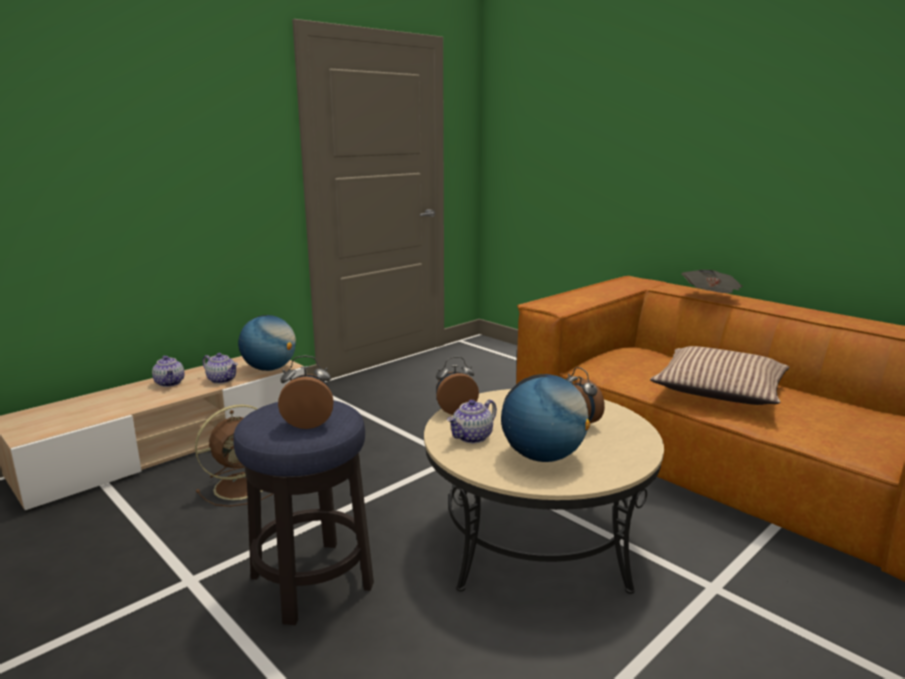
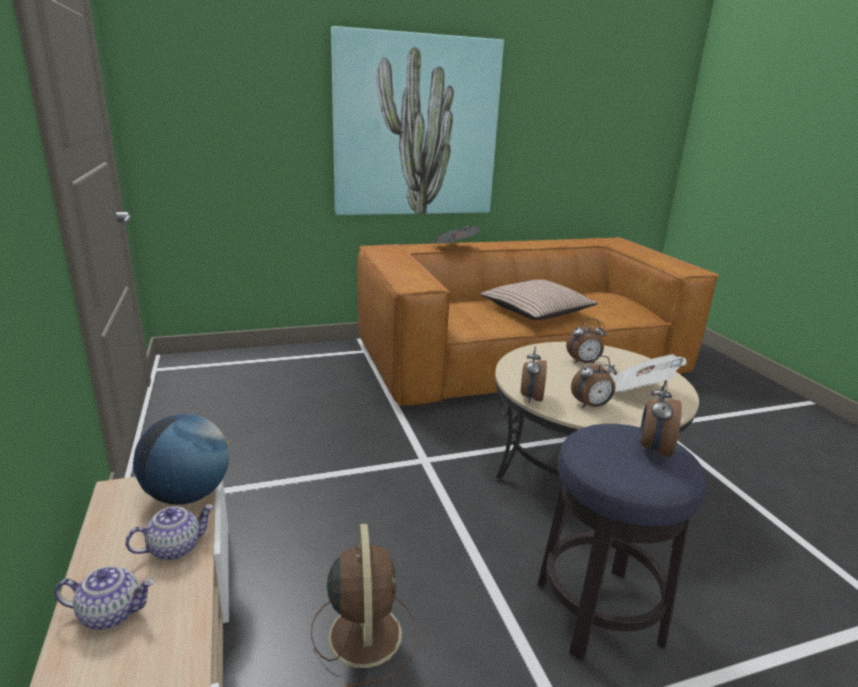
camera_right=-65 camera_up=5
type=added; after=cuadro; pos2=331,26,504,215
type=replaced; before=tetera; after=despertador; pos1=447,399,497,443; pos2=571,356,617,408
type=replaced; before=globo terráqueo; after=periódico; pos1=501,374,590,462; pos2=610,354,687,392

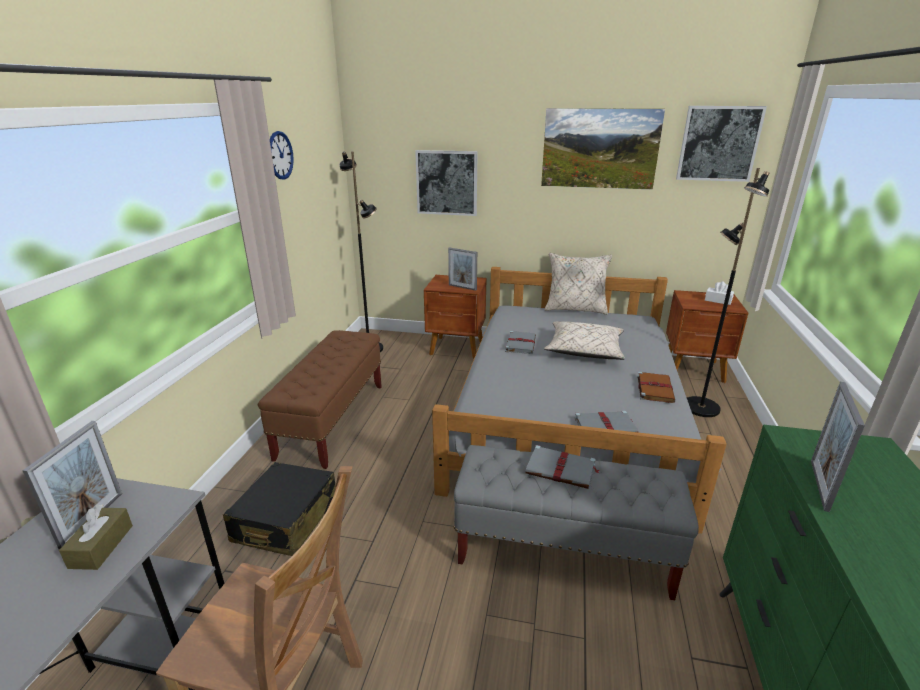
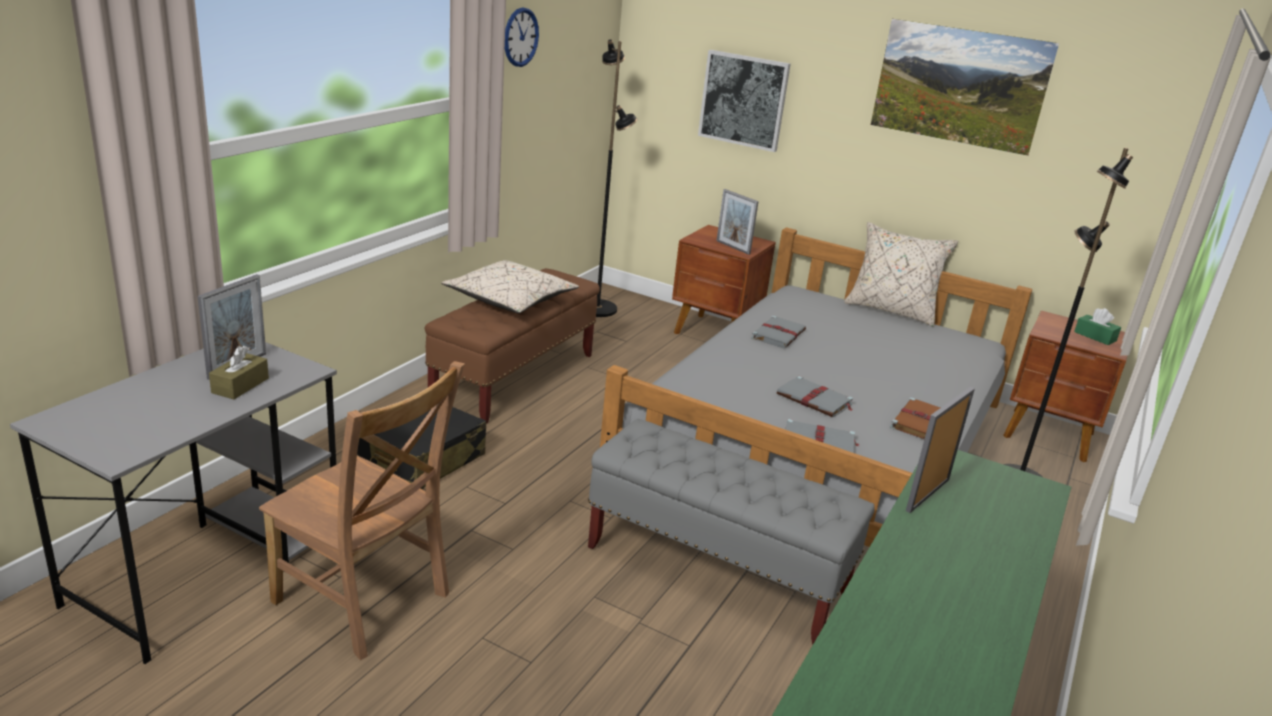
camera_right=15 camera_up=0
type=removed; before=cuadro; pos1=676,106,767,182
type=moved; before=libro (gris); pos1=525,445,600,489; pos2=777,376,854,417
type=moved; before=cojín (beis); pos1=544,322,625,360; pos2=441,260,579,313
type=recoloured; before=caja de pañuelos (blanco); after=caja de pañuelos (verde); pos1=705,281,734,305; pos2=1074,308,1121,345

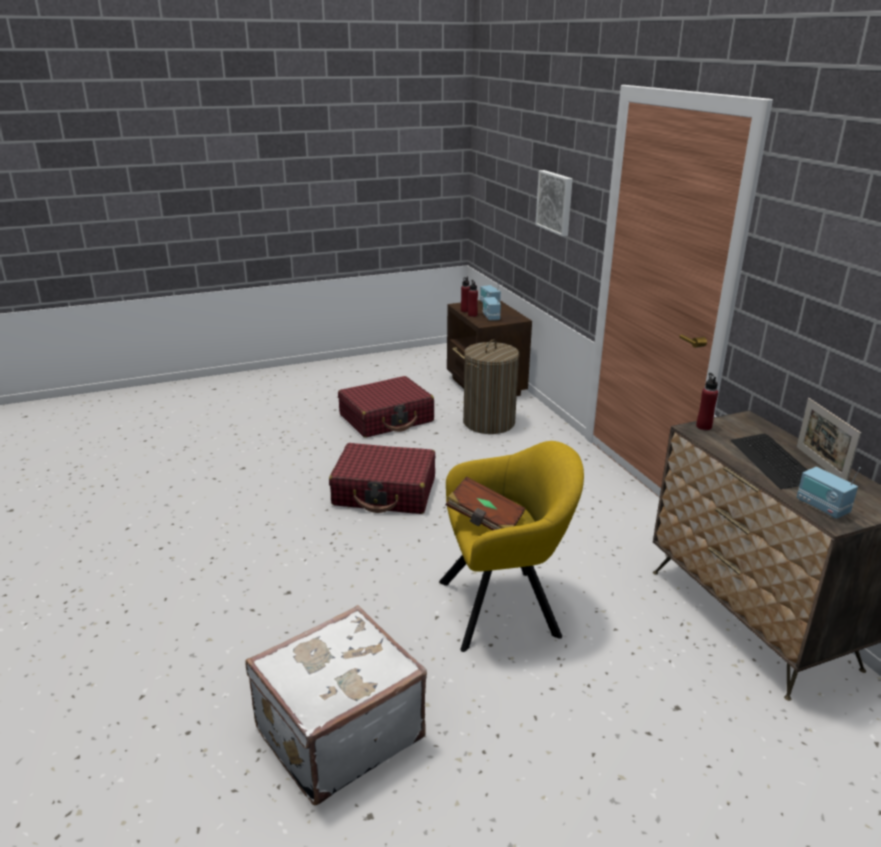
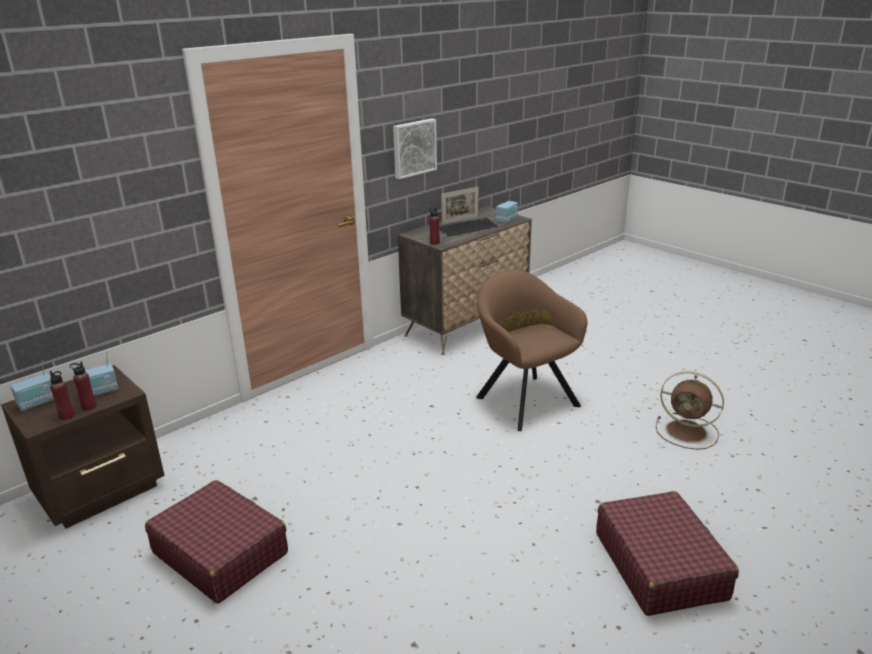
camera_right=-110 camera_up=0
type=removed; before=libro (marrón); pos1=446,477,525,531
type=removed; before=cesto de la ropa; pos1=463,339,519,434
type=moved; before=maleta (rojo); pos1=329,443,435,514; pos2=596,491,739,616
type=moved; before=cuadro; pos1=535,170,573,236; pos2=393,118,437,179
type=replaced; before=maleta (blanco); after=ventilador (marrón); pos1=245,605,427,806; pos2=656,371,724,450
type=recoloured; before=sillón (amarillo); after=sillón (marrón); pos1=439,441,584,652; pos2=476,270,587,431

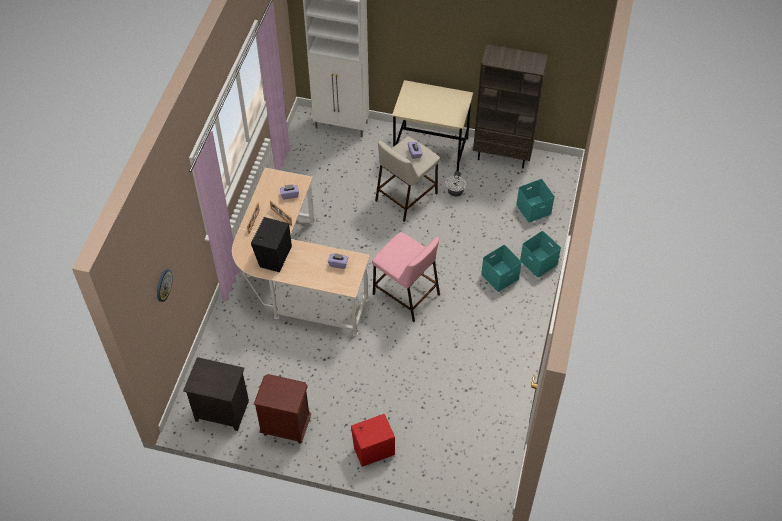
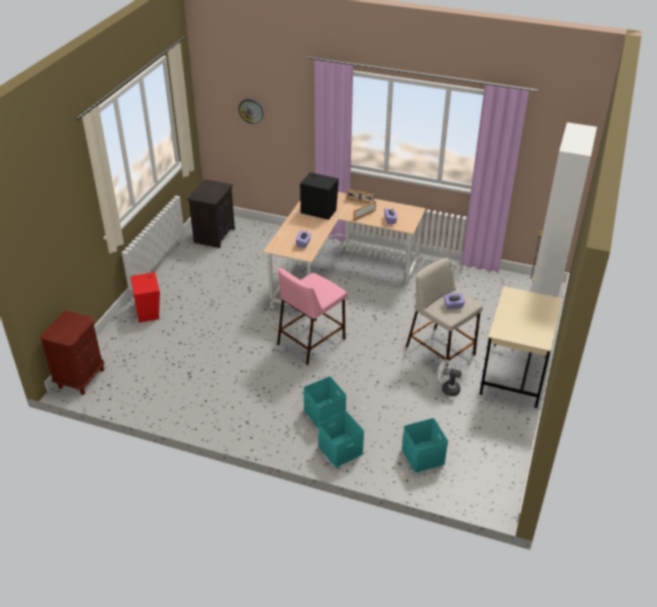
camera_right=95 camera_up=-15
type=removed; before=estantería (marrón); pos1=473,44,548,168
type=moved; before=mesita de noche (marrón); pos1=254,374,311,444; pos2=40,310,105,395

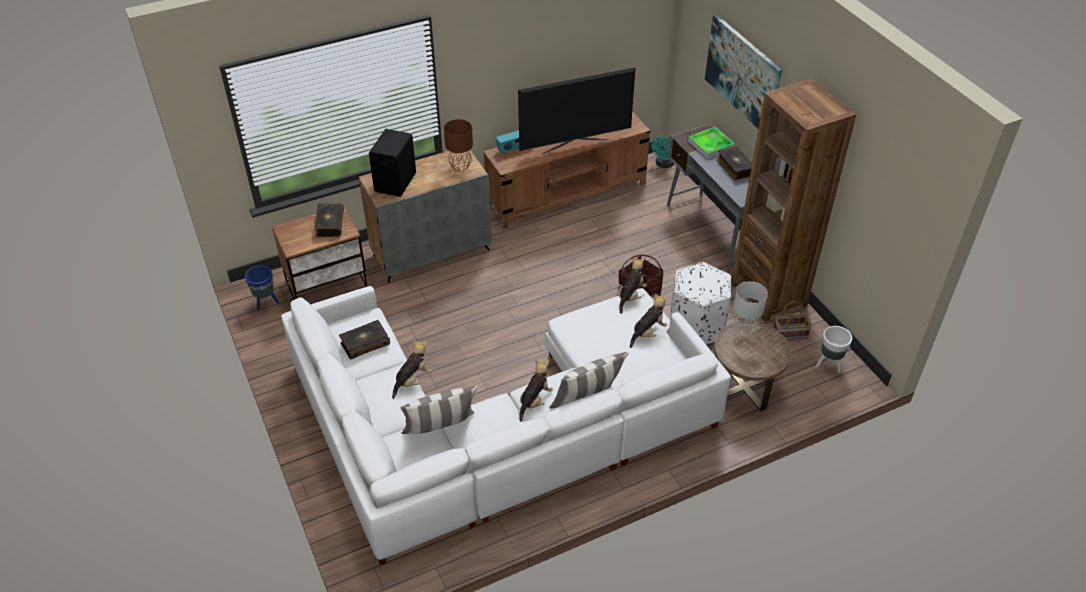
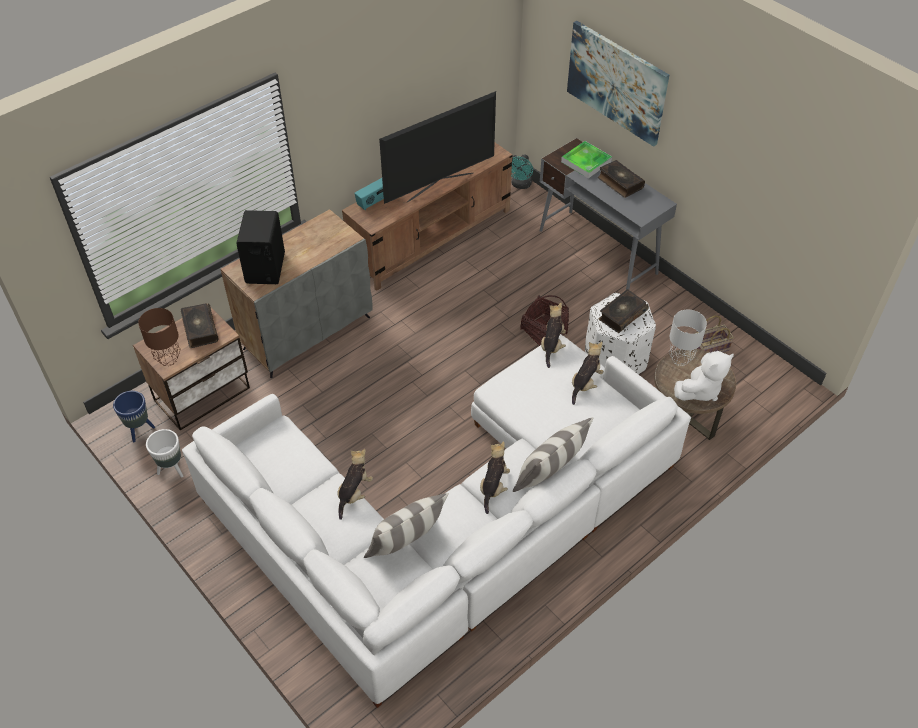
camera_right=-15 camera_up=5
type=removed; before=estantería (marrón); pos1=731,79,856,322
type=added; after=peluche (blanco); pos2=674,351,734,401
type=moved; before=libro; pos1=339,320,390,360; pos2=599,289,649,333
type=moved; before=lámpara de mesa (marrón); pos1=444,119,473,172; pos2=138,308,181,366
type=moved; before=maceta (blanco); pos1=816,326,852,373; pos2=146,429,183,477

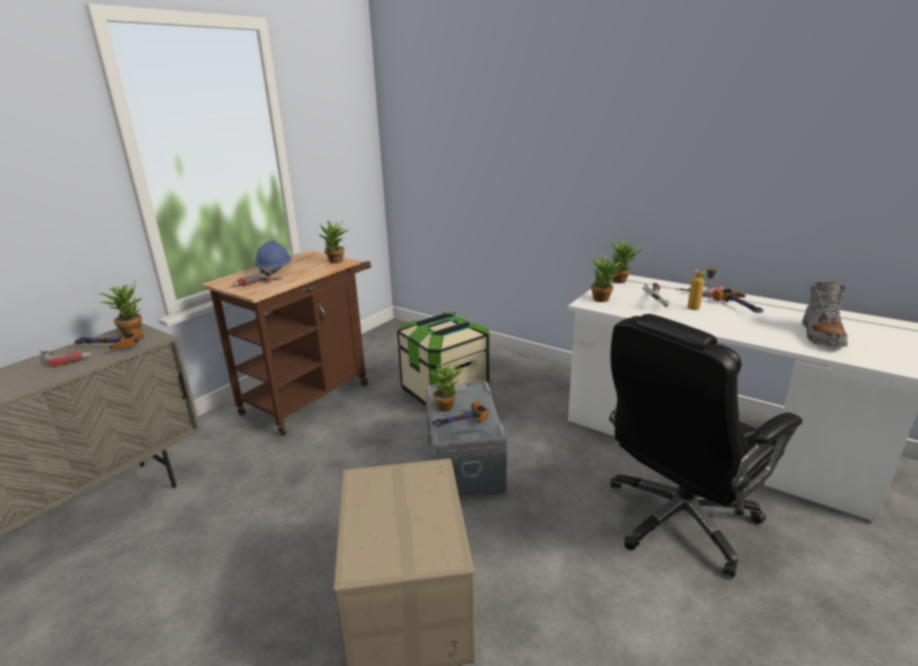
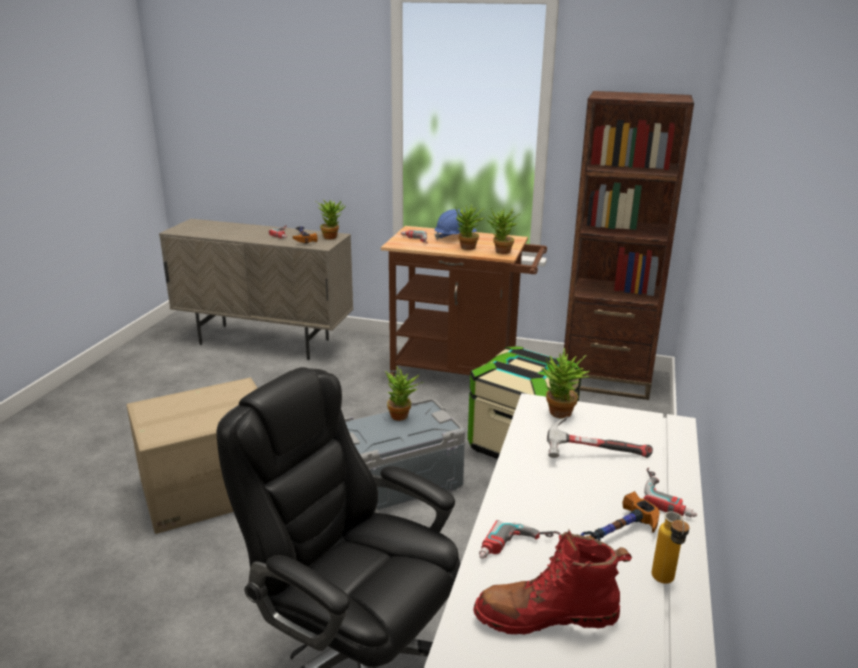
camera_right=70 camera_up=0
type=removed; before=martillo; pos1=432,401,489,426
type=added; after=taladro; pos2=479,520,561,559
type=added; after=estantería (marrón); pos2=564,91,694,400
type=moved; before=planta en maceta; pos1=610,239,642,283; pos2=455,204,484,250
type=moved; before=botella; pos1=688,264,718,310; pos2=651,511,690,584
type=recoloured; before=bota (gris); after=bota (rojo); pos1=802,282,848,347; pos2=473,529,632,635

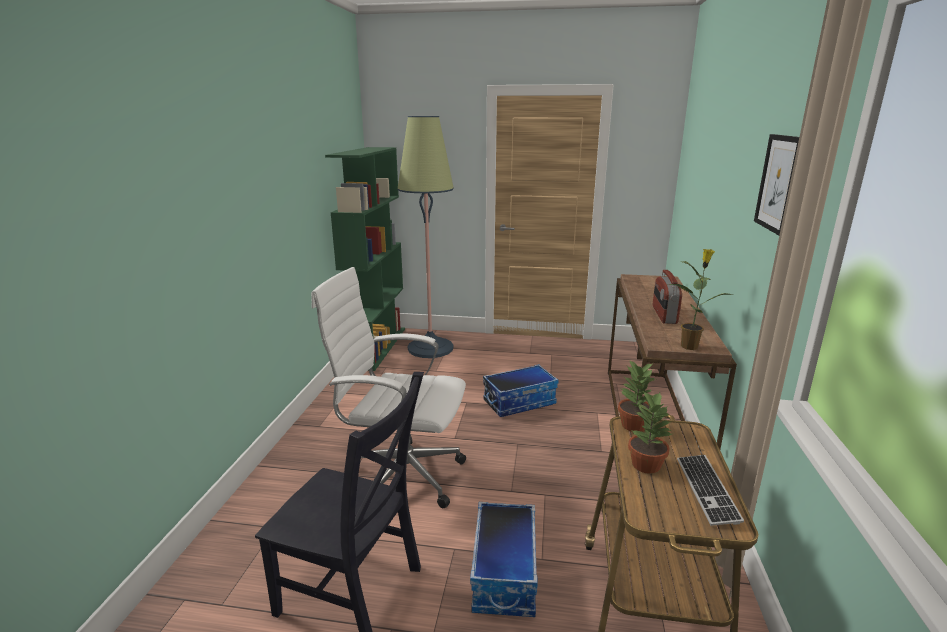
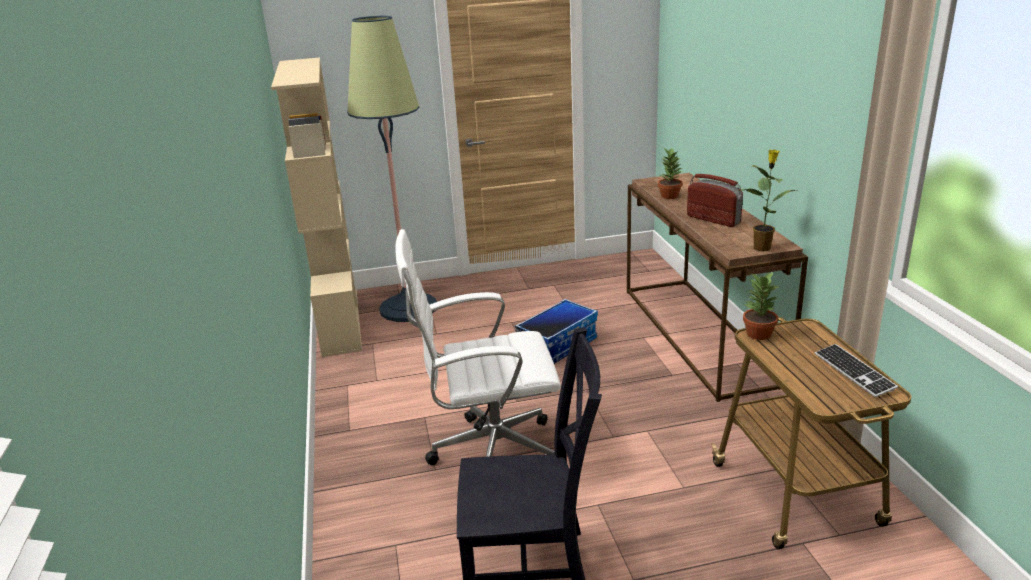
camera_right=-20 camera_up=5
type=removed; before=caja de almacenaje; pos1=470,502,538,617
type=removed; before=cuadro; pos1=754,134,799,235
type=moved; before=planta en maceta; pos1=628,391,672,474; pos2=658,147,683,199
type=recoloured; before=estantería (verde); after=estantería (beis); pos1=325,147,405,371; pos2=271,57,362,357
type=turned; before=radio; pos1=653,270,682,324; pos2=687,174,743,227; turn=150

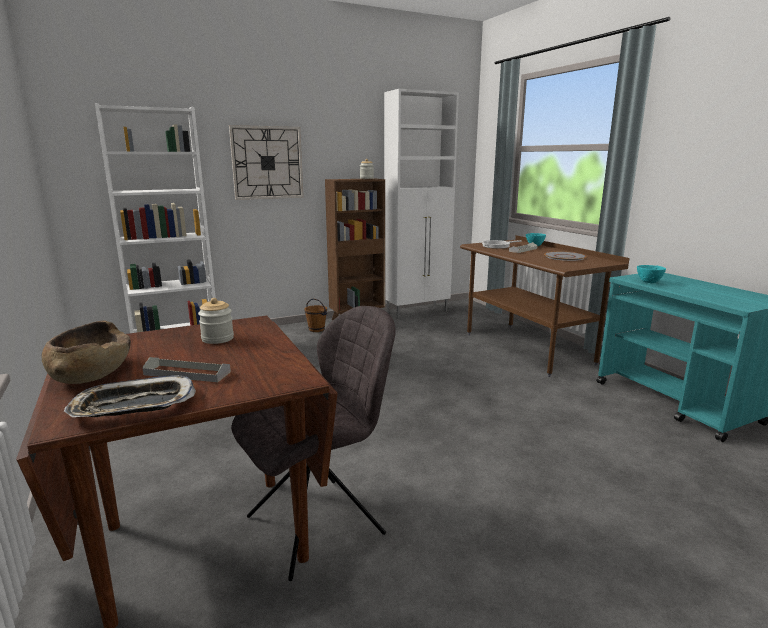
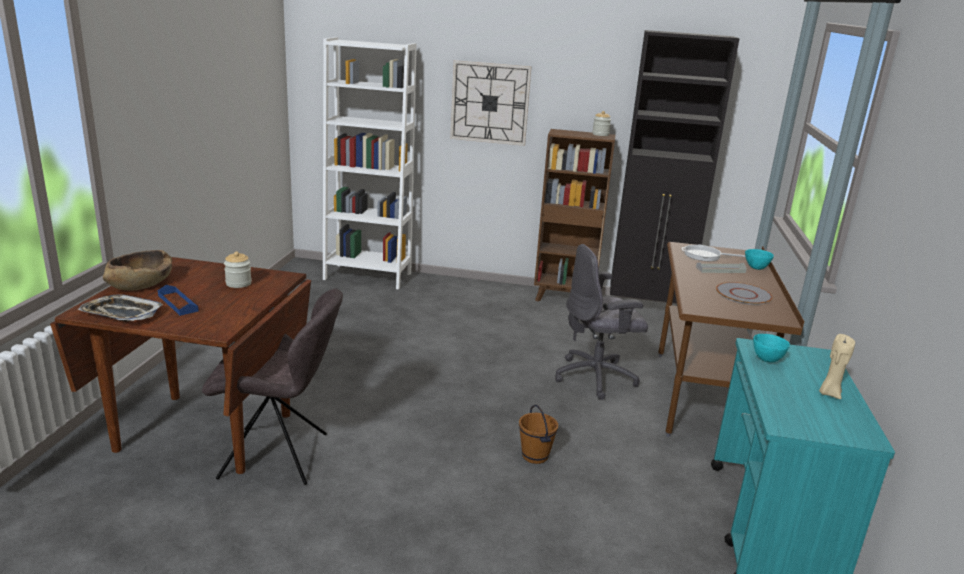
camera_right=35 camera_up=5
type=added; after=silla de oficina (gris); pos2=555,244,648,400
type=added; after=vela (beis); pos2=819,334,855,399
type=moved; before=cubo (marrón); pos1=304,298,327,332; pos2=519,405,558,464
type=recoloured; before=bandeja (gris); after=bandeja (azul); pos1=142,357,231,382; pos2=158,285,199,316
type=recoloured; before=armario (blanco); after=armario (negro); pos1=384,89,459,319; pos2=610,30,740,303

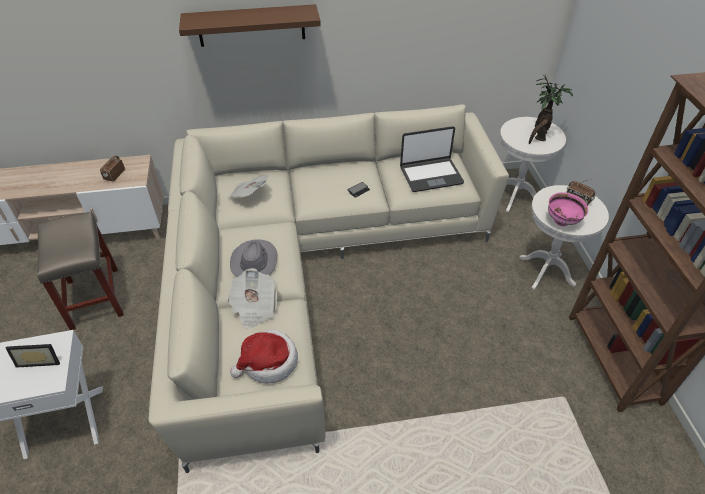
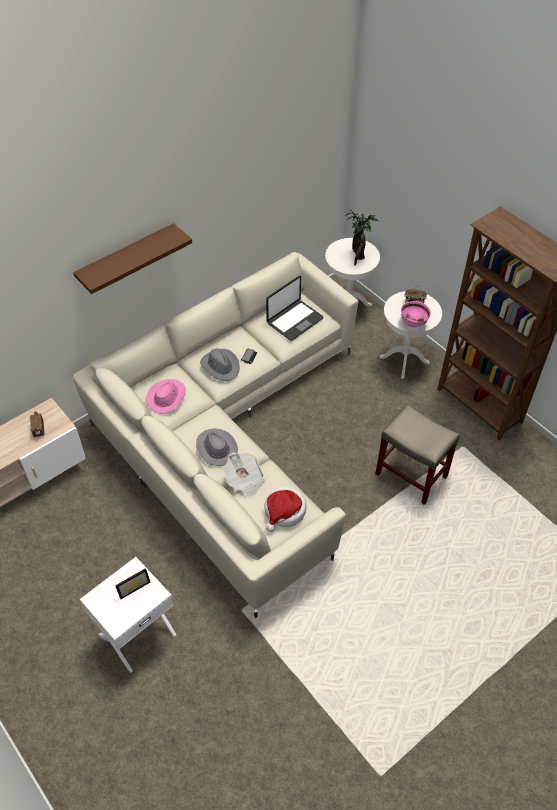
camera_right=-30 camera_up=5
type=added; after=sombrero (gris); pos2=200,348,240,381
type=moved; before=taburete (beis); pos1=37,212,124,330; pos2=375,404,460,505
type=replaced; before=periódico; after=sombrero (rosa); pos1=228,175,269,198; pos2=146,379,186,414

